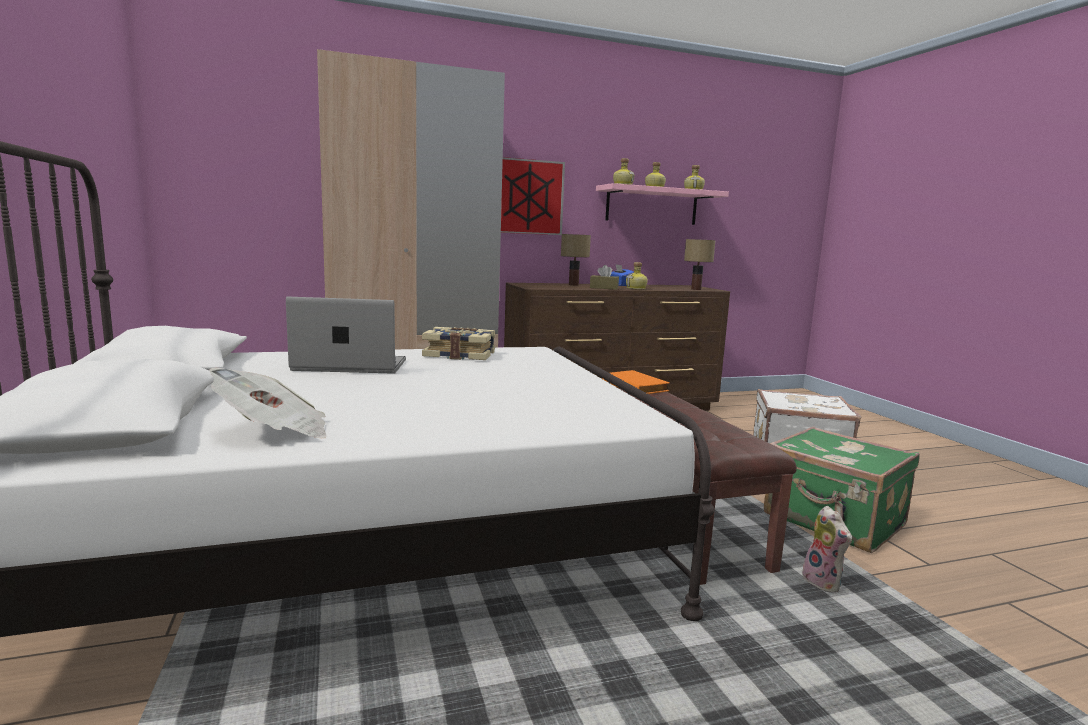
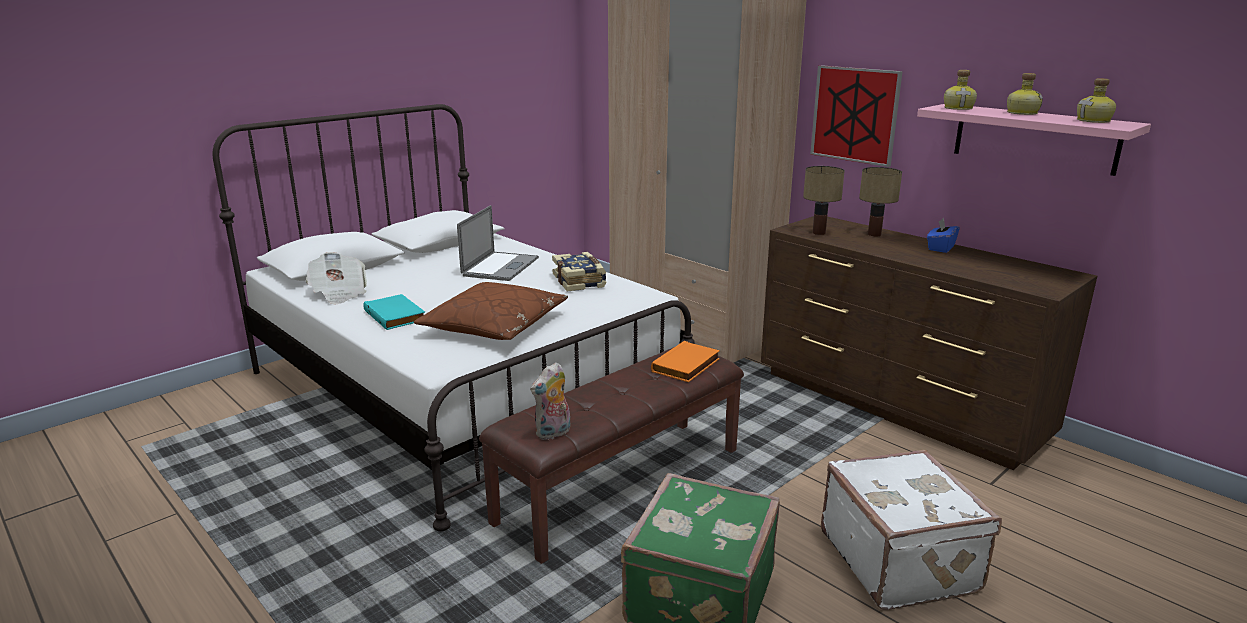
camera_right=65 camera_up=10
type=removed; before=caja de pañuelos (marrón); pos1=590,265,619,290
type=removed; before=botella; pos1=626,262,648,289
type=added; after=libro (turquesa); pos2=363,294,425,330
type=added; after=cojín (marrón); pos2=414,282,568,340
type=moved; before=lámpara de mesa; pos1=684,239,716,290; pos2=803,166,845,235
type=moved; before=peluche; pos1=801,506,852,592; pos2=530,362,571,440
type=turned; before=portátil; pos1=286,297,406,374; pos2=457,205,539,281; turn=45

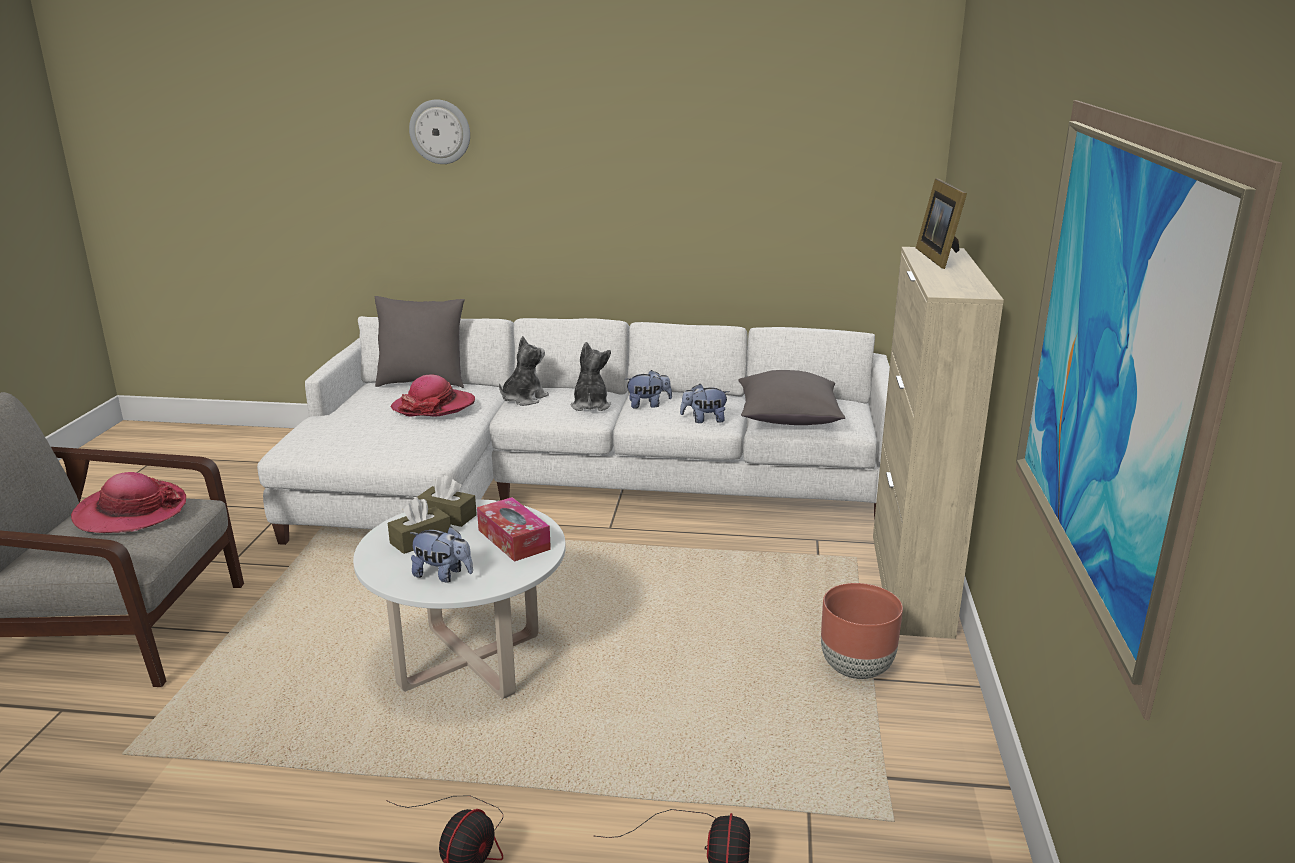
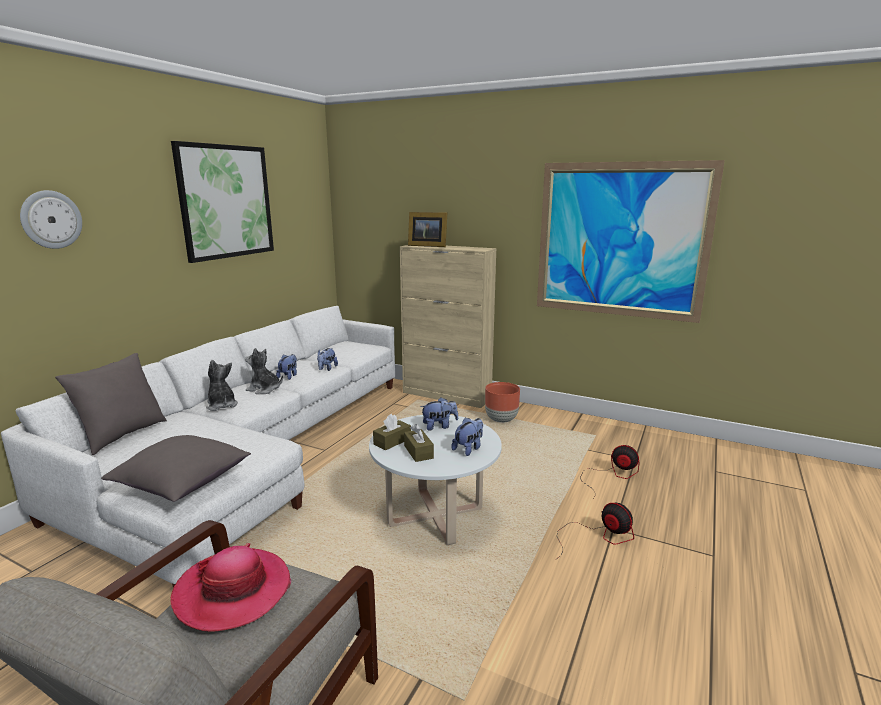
camera_right=-70 camera_up=-5
type=removed; before=sombrero; pos1=391,375,475,417
type=added; after=cuadro; pos2=171,141,274,263
type=moved; before=cojín (gris); pos1=738,370,845,425; pos2=101,435,251,502
type=replaced; before=caja de pañuelos; after=peluche; pos1=477,497,551,562; pos2=420,397,458,431

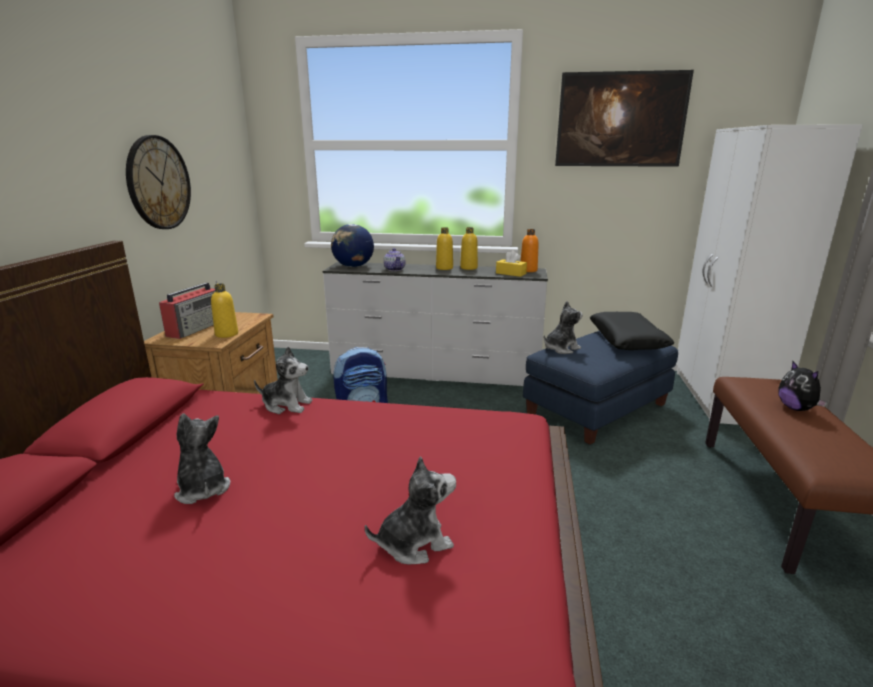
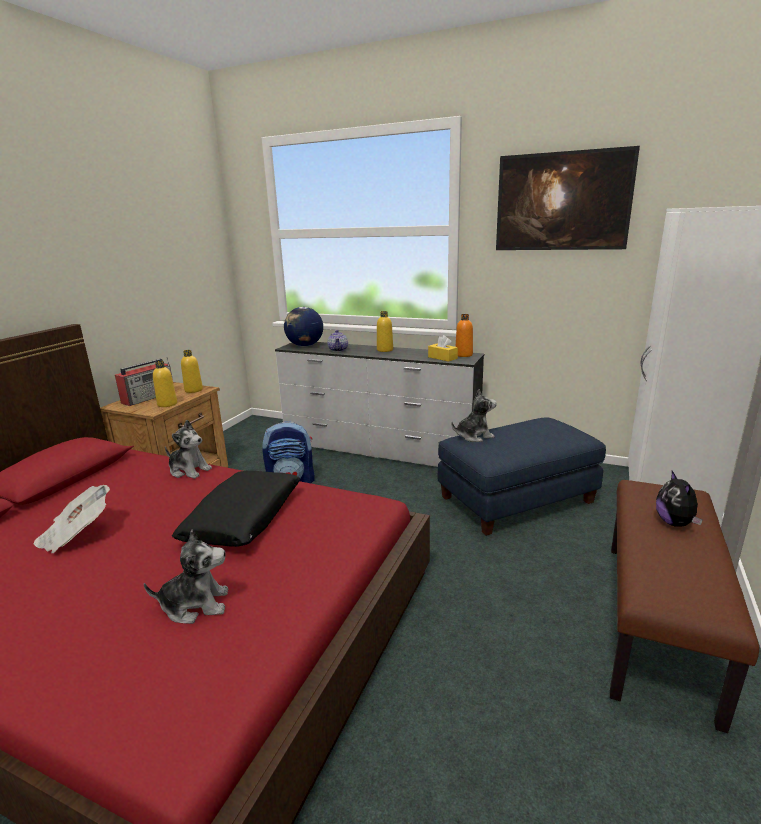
camera_right=15 camera_up=0
type=removed; before=reloj de pared; pos1=126,135,191,229
type=moved; before=botella (amarillo); pos1=460,227,478,270; pos2=181,350,203,393
type=moved; before=cojín (negro); pos1=590,312,675,350; pos2=172,470,300,547
type=replaced; before=peluche; after=periódico; pos1=174,413,230,504; pos2=33,485,110,553

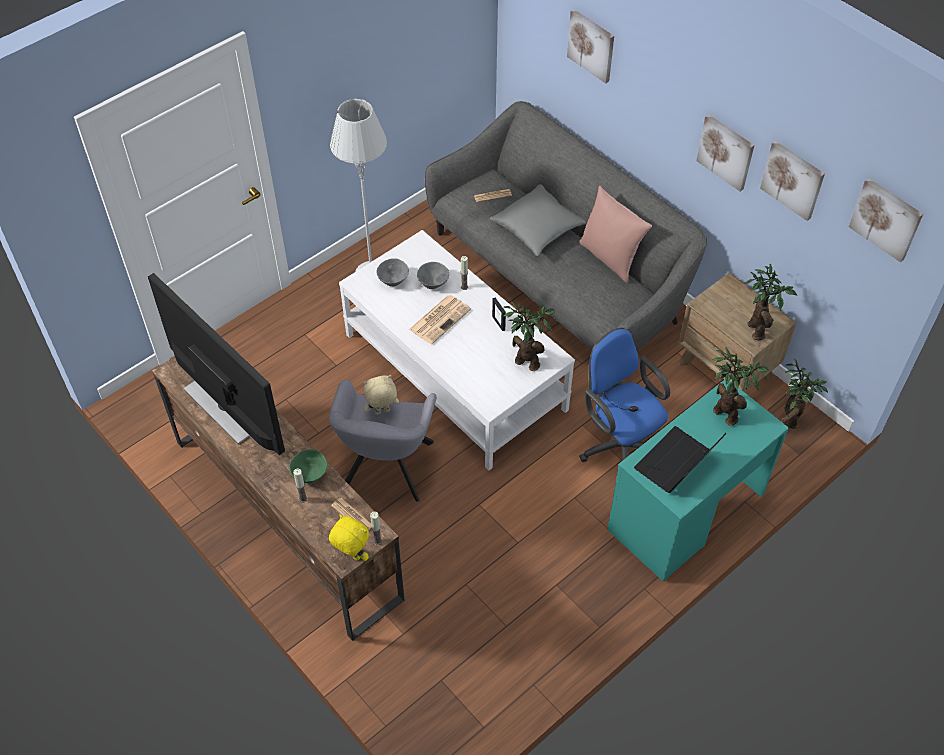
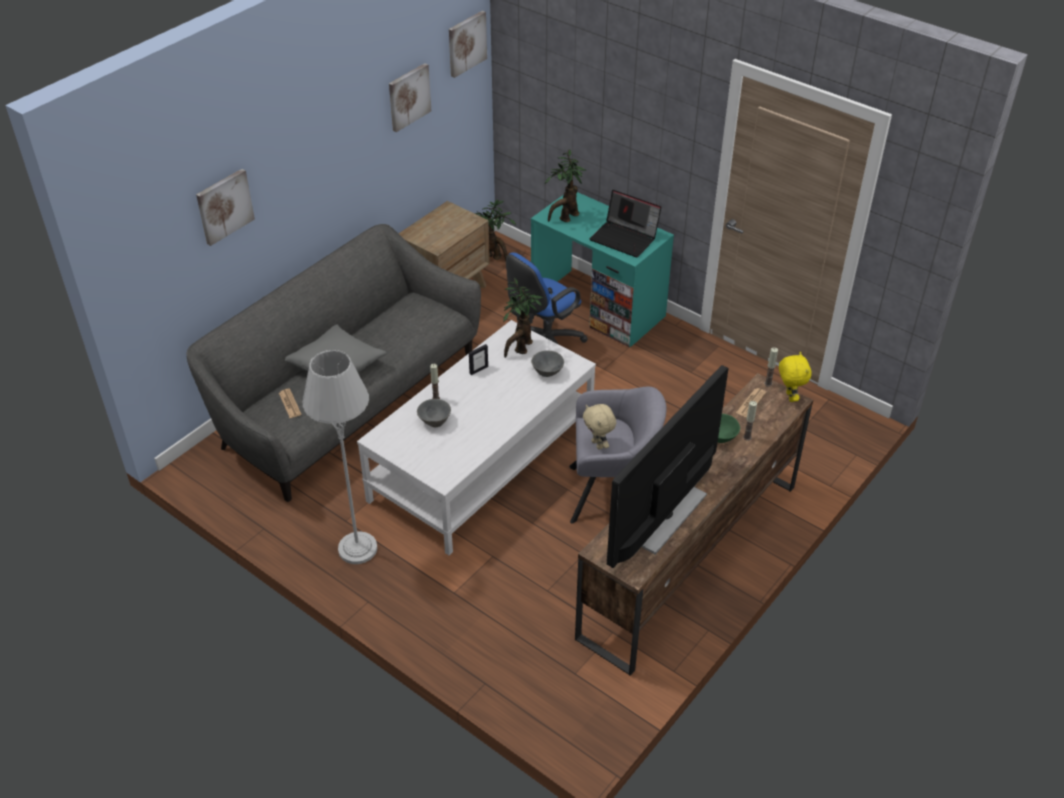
camera_right=-100 camera_up=-10
type=removed; before=periódico; pos1=409,295,471,344
type=removed; before=cojín (rosa); pos1=579,185,652,283
type=removed; before=cuadro; pos1=696,115,754,191
type=removed; before=planta en maceta; pos1=745,263,797,340
type=moved; before=cuenco (gris); pos1=377,258,409,286; pos2=531,350,564,377
type=turned; before=peluche (amarillo); pos1=329,515,369,561; pos2=779,352,812,402; turn=150

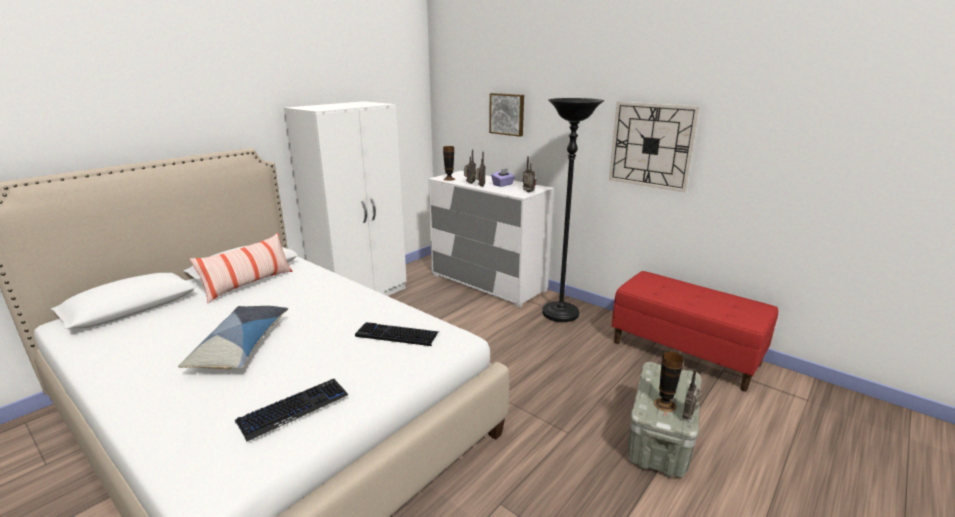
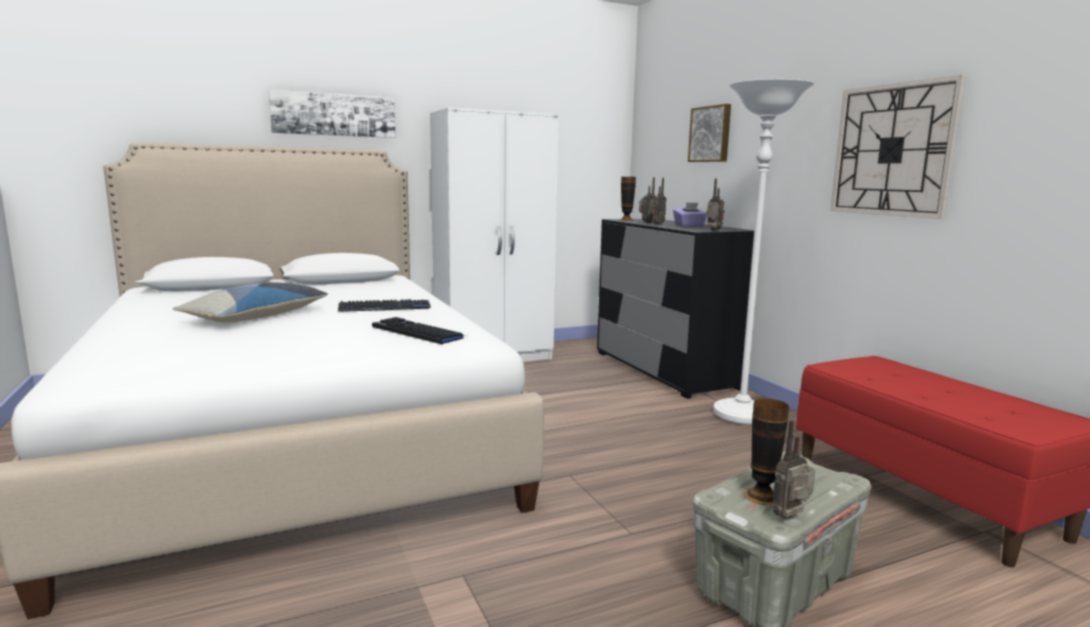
camera_right=25 camera_up=-10
type=removed; before=cojín; pos1=190,233,292,303
type=added; after=cuadro; pos2=269,89,396,138
type=moved; before=teclado; pos1=235,379,348,442; pos2=338,299,431,312
type=recoloured; before=cómoda (blanco); after=cómoda (negro); pos1=428,171,554,307; pos2=597,219,754,399
type=recoloured; before=lámpara de pie (negro); after=lámpara de pie (blanco); pos1=542,98,604,322; pos2=713,79,814,425

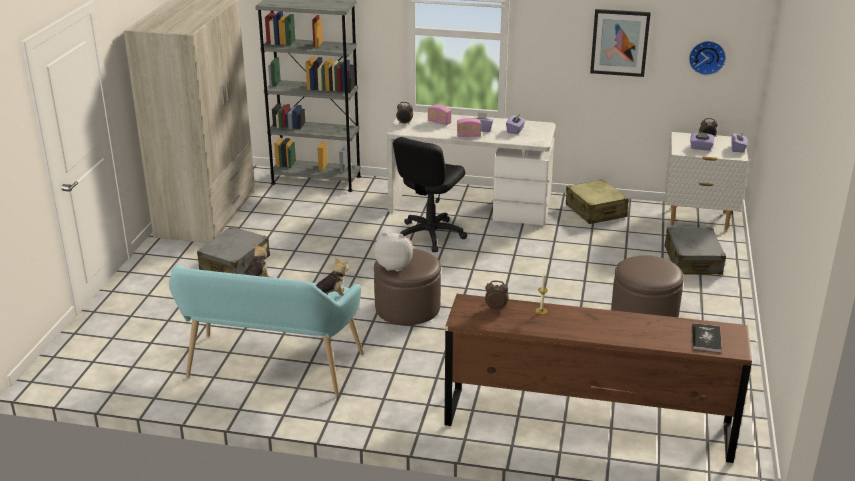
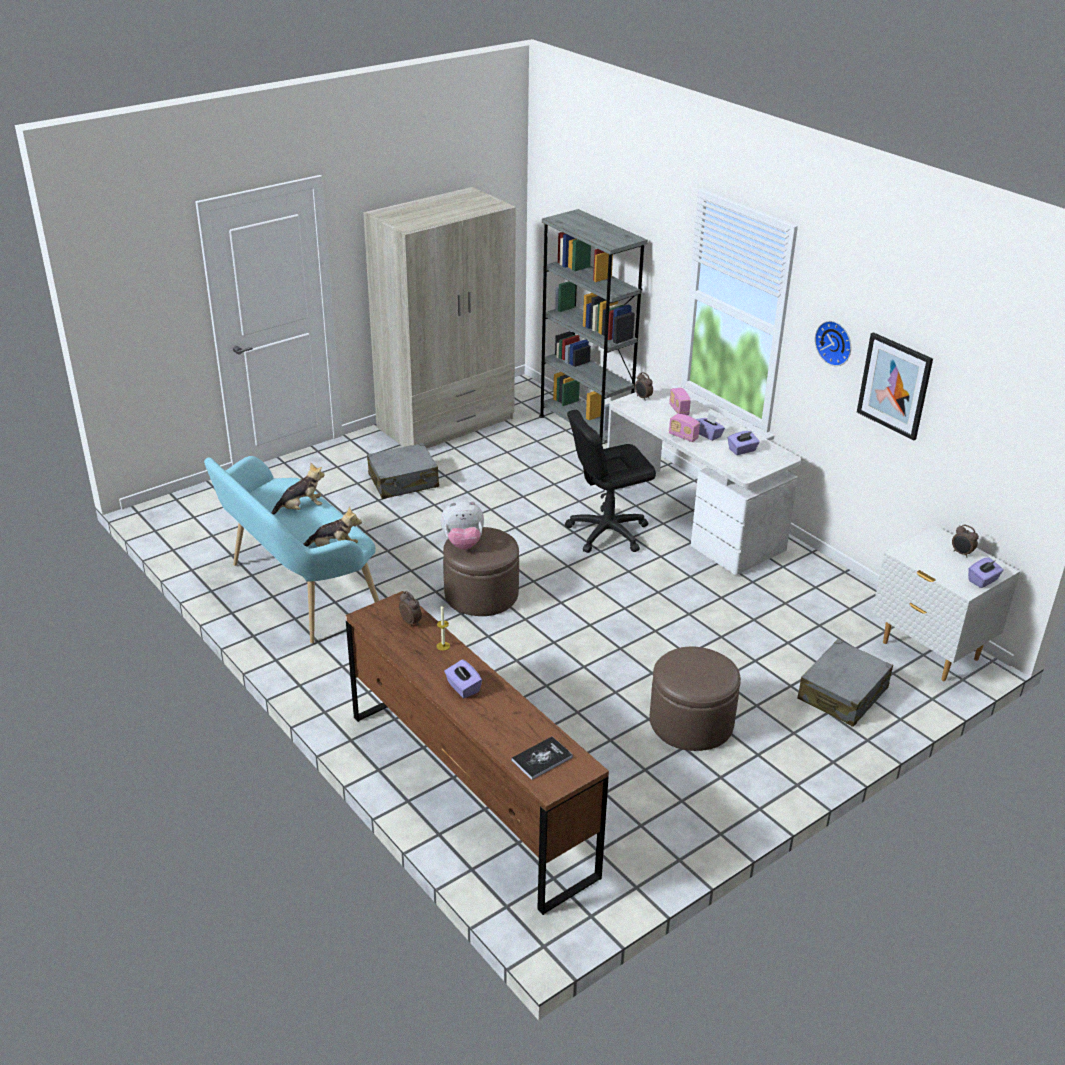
camera_right=40 camera_up=5
type=removed; before=maleta (beis); pos1=566,179,629,224
type=moved; before=reloj de pared; pos1=689,41,726,75; pos2=815,321,851,366
type=moved; before=caja de pañuelos (morado); pos1=690,132,714,151; pos2=444,659,482,698
type=turned; before=peluche; pos1=374,232,413,272; pos2=441,501,484,550; turn=120

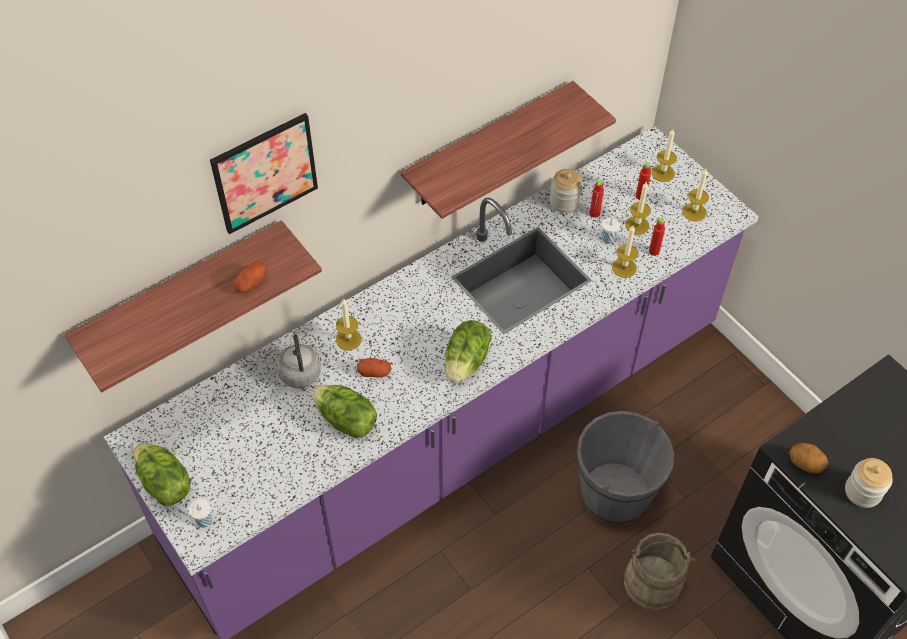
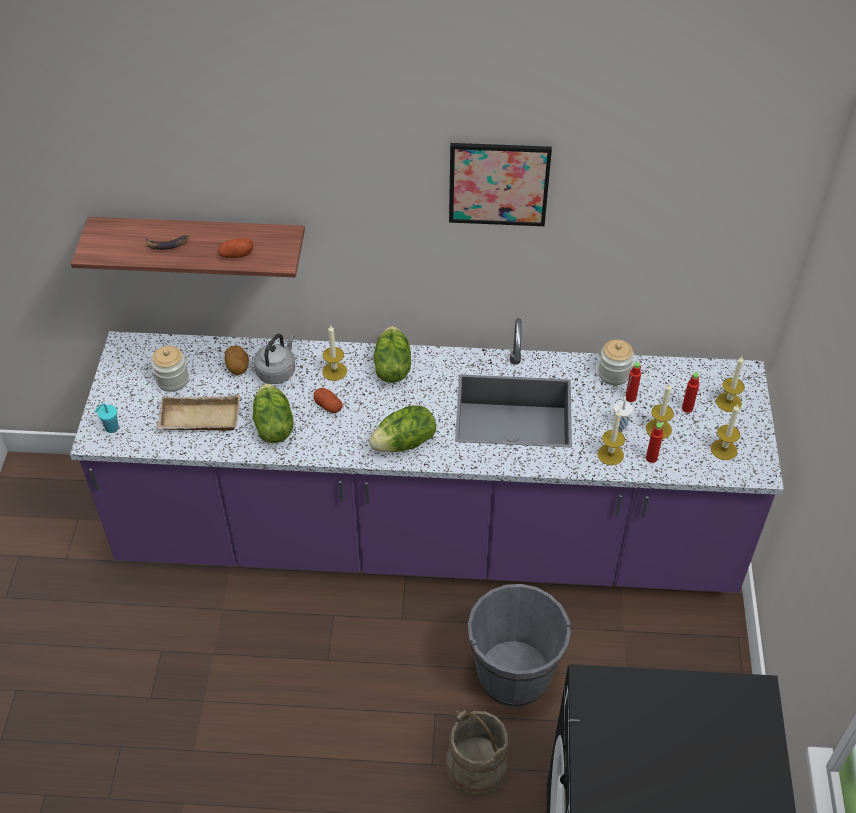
camera_right=40 camera_up=-5
type=removed; before=estante; pos1=401,81,616,219
type=added; after=plátano; pos2=145,235,189,250
type=added; after=bandeja (beis); pos2=157,395,240,431
type=moved; before=lechuga; pos1=134,442,190,506; pos2=374,326,411,383
type=moved; before=cuadro; pos1=210,113,318,234; pos2=449,143,552,226
type=moved; before=patata; pos1=789,443,828,474; pos2=225,345,249,375
type=moved; before=tarro; pos1=845,458,893,508; pos2=151,346,189,392
type=recoloured; before=taza (blanco); after=taza (turquesa); pos1=189,499,211,528; pos2=95,403,119,433

